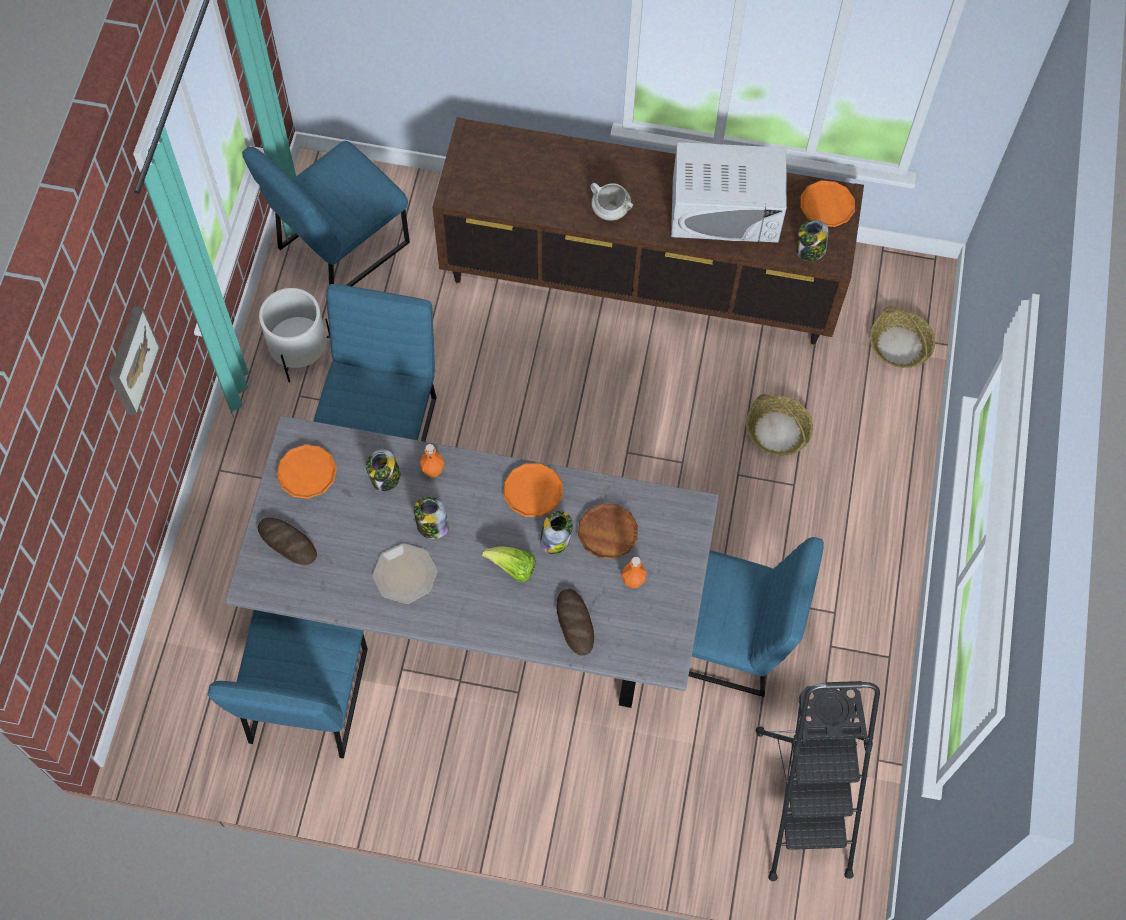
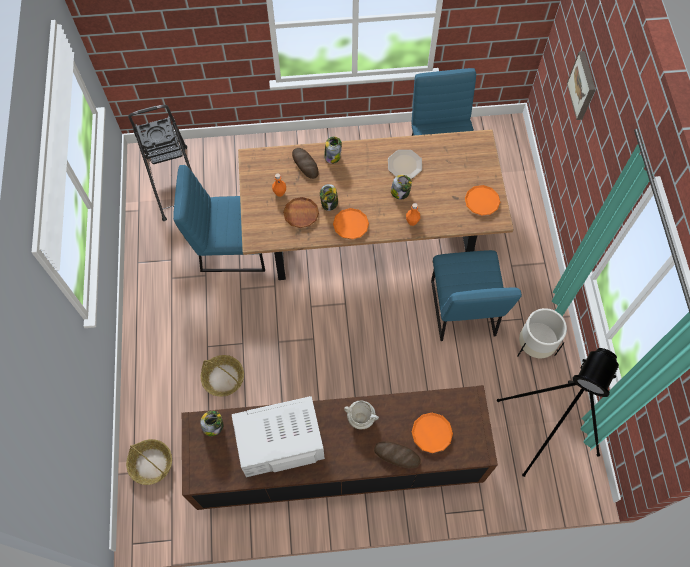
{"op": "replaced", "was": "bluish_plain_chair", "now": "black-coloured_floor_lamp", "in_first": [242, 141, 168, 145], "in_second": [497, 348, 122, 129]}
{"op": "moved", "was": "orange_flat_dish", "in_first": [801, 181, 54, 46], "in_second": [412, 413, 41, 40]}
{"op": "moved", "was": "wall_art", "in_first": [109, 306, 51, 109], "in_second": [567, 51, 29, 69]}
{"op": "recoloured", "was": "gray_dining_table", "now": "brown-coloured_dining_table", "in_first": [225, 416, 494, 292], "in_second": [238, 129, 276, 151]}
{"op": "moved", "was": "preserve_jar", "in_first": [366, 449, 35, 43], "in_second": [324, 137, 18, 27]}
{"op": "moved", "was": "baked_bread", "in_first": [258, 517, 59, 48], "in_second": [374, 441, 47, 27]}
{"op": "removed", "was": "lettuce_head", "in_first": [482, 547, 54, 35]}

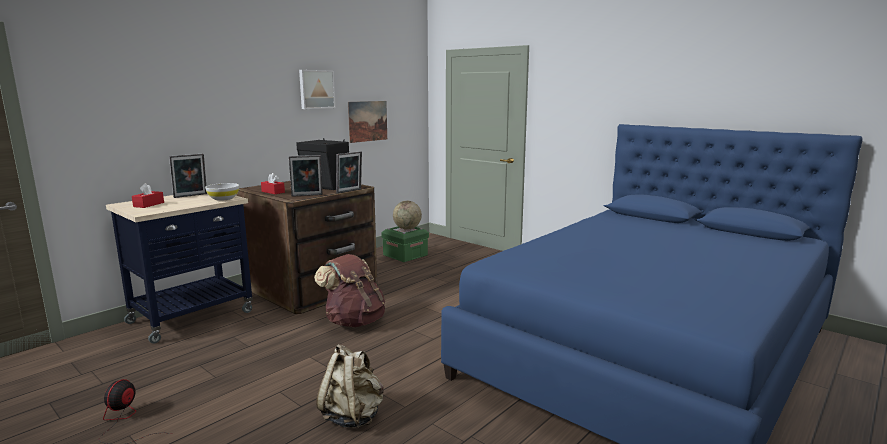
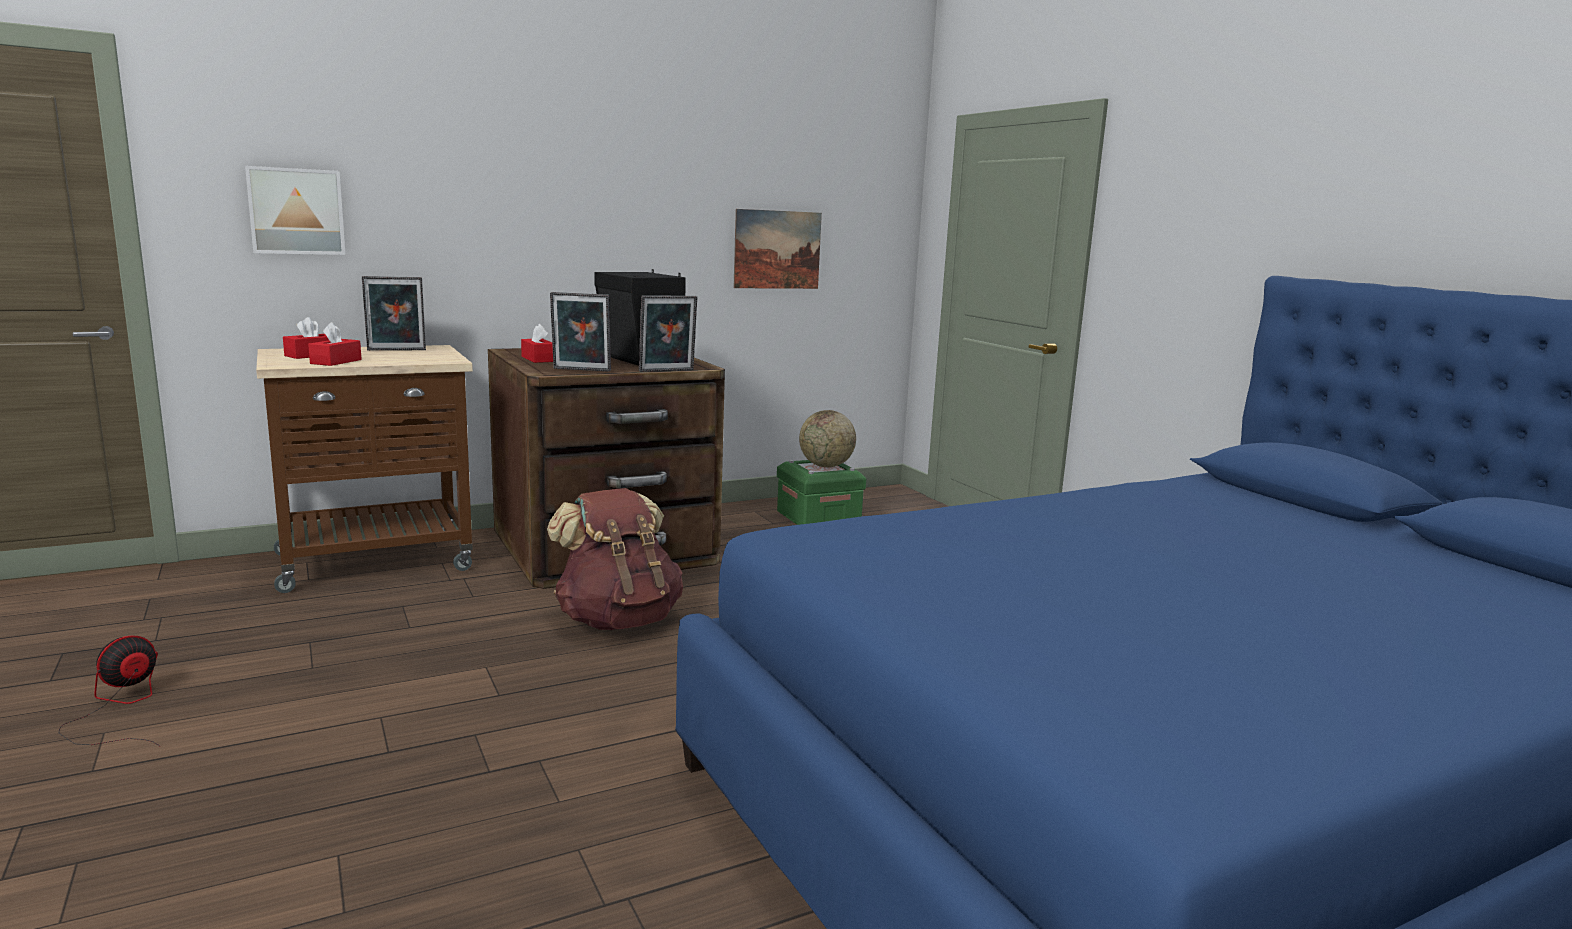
{"op": "moved", "was": "wall_art", "in_first": [299, 70, 36, 39], "in_second": [245, 166, 101, 89]}
{"op": "removed", "was": "whitish_bowl", "in_first": [205, 183, 34, 18]}
{"op": "recoloured", "was": "bluish_cart", "now": "brown-coloured_cart", "in_first": [106, 193, 147, 151], "in_second": [256, 345, 217, 248]}
{"op": "removed", "was": "beige_backpack", "in_first": [316, 344, 68, 84]}
{"op": "added", "now": "red-coloured_tissue_holder", "in_second": [308, 322, 54, 44]}

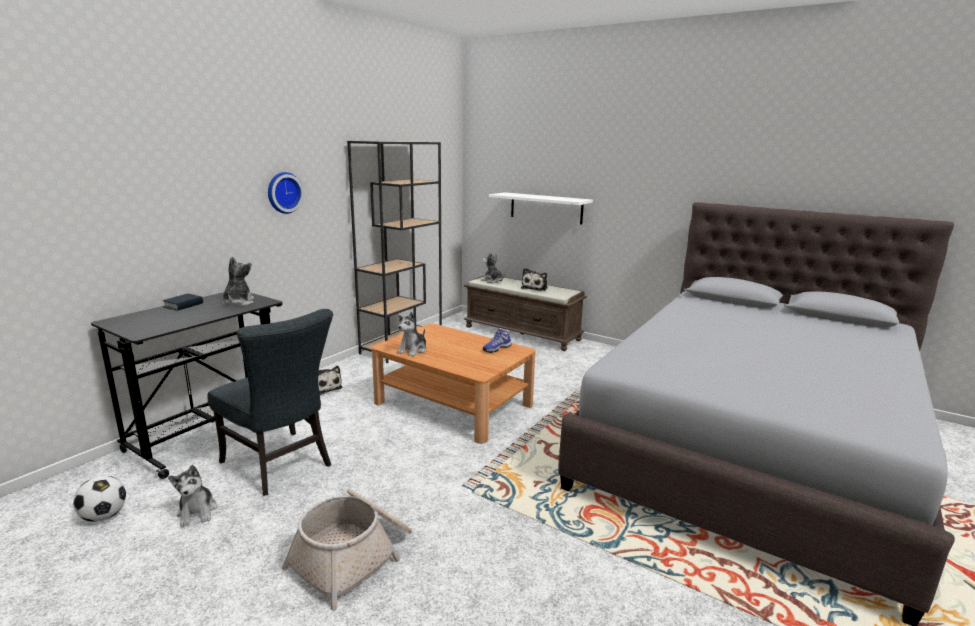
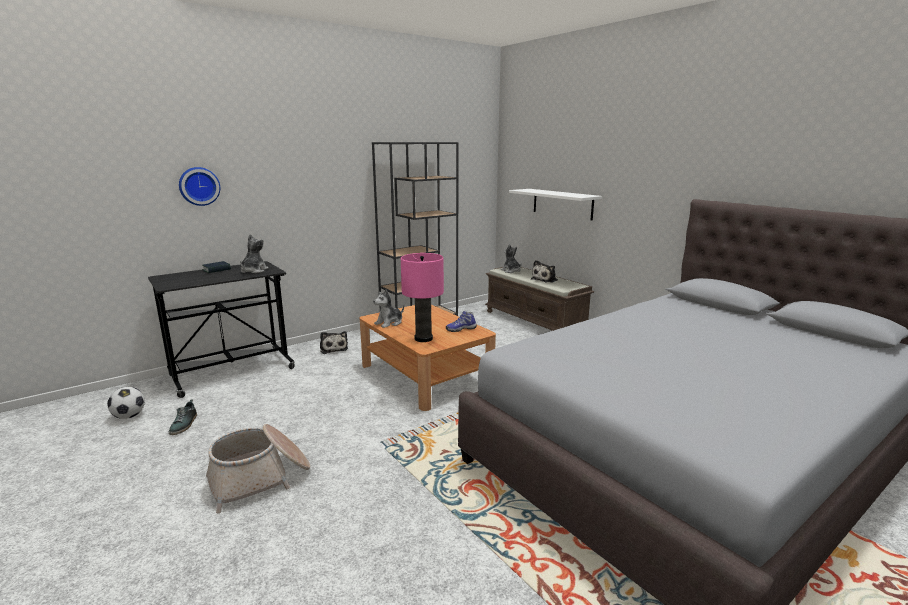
{"op": "moved", "was": "clock_on_the_wall", "in_first": [268, 172, 36, 42], "in_second": [179, 167, 41, 39]}
{"op": "removed", "was": "gray_plain_chair", "in_first": [207, 309, 127, 187]}
{"op": "replaced", "was": "cuddly_toy", "now": "item_of_footwear", "in_first": [168, 465, 49, 62], "in_second": [169, 399, 28, 36]}
{"op": "added", "now": "pinkish_tabletop_lamp", "in_second": [401, 253, 43, 89]}

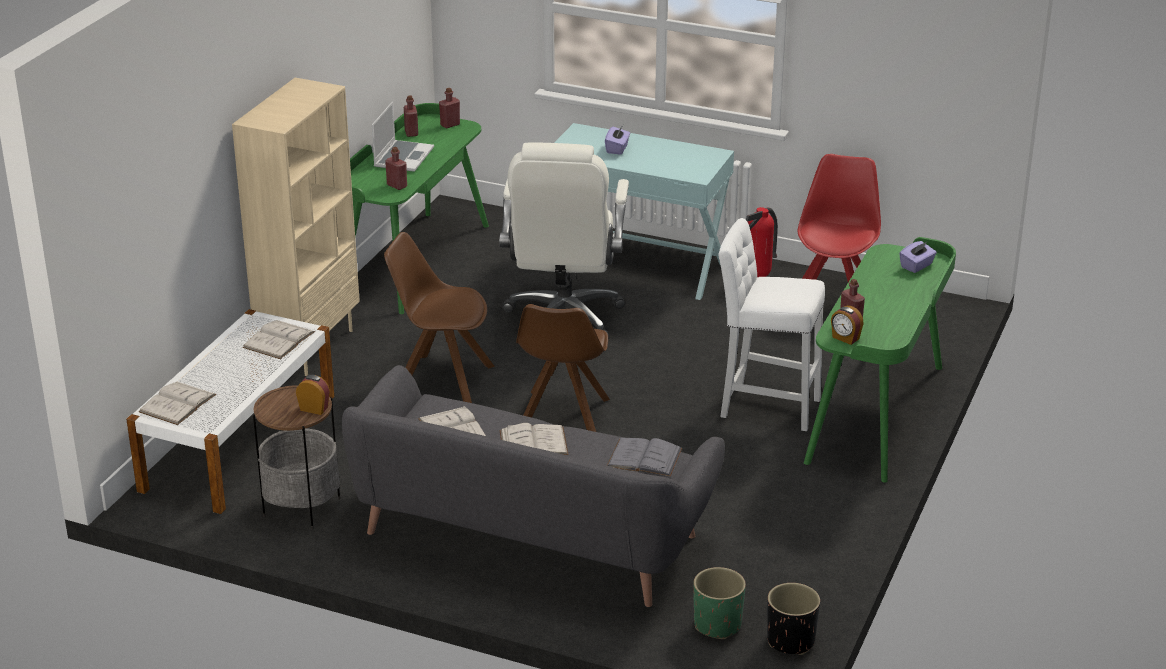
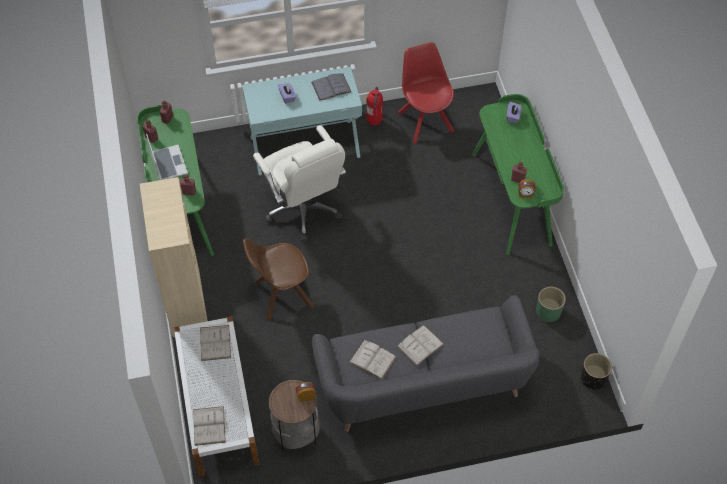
{"op": "removed", "was": "whitish_stool", "in_first": [719, 218, 106, 213]}
{"op": "removed", "was": "brown-coloured_plain_chair", "in_first": [516, 304, 94, 128]}
{"op": "moved", "was": "gray_volume", "in_first": [607, 437, 75, 40], "in_second": [311, 73, 40, 28]}
{"op": "moved", "was": "green_flower_pot", "in_first": [693, 567, 53, 72], "in_second": [536, 287, 30, 35]}

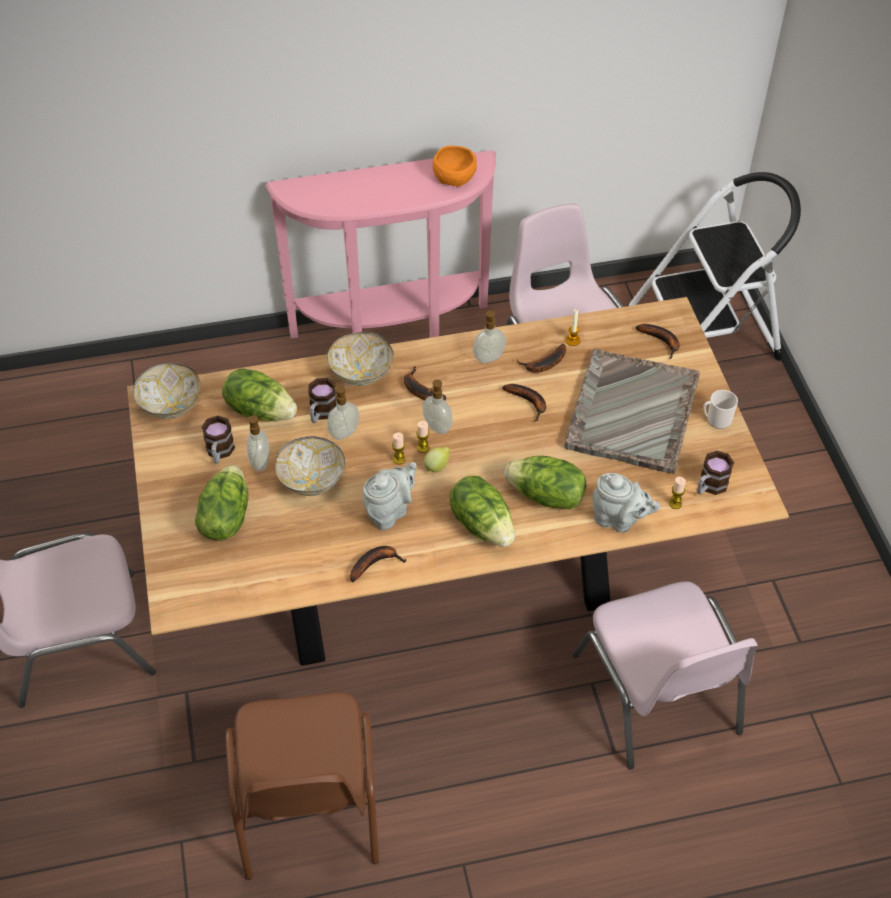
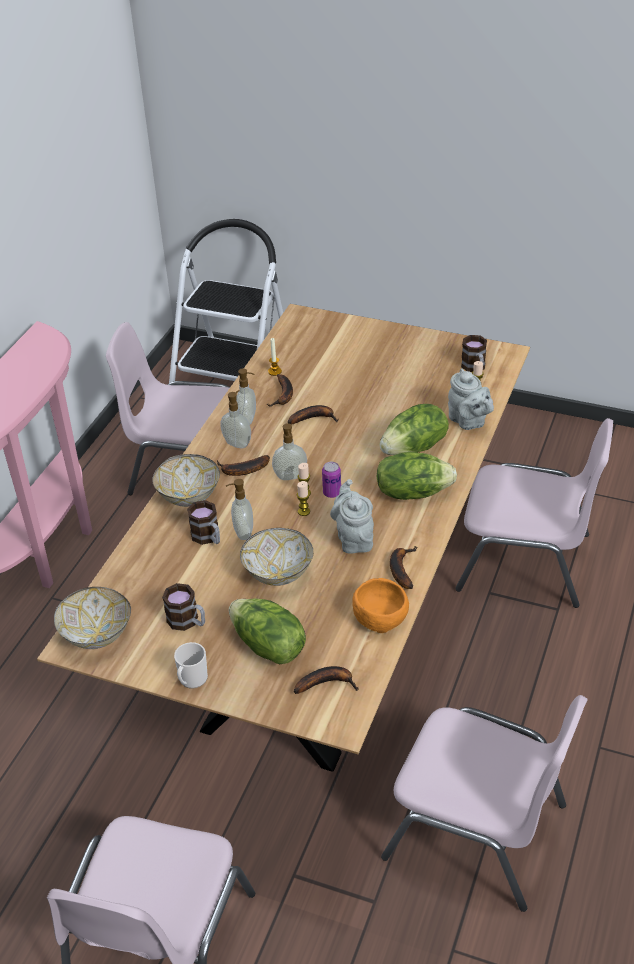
{"op": "moved", "was": "orange_bowl", "in_first": [433, 146, 44, 41], "in_second": [352, 578, 57, 55]}
{"op": "moved", "was": "whole_banana", "in_first": [636, 324, 44, 35], "in_second": [294, 666, 65, 28]}
{"op": "removed", "was": "gray_carrying_tray", "in_first": [565, 349, 135, 125]}
{"op": "removed", "was": "lettuce_head", "in_first": [222, 368, 75, 53]}
{"op": "moved", "was": "coffee_mug", "in_first": [703, 390, 35, 39], "in_second": [174, 642, 34, 47]}
{"op": "moved", "was": "liquid_soap_bottle", "in_first": [247, 415, 22, 56], "in_second": [221, 390, 30, 58]}
{"op": "replaced", "was": "lemon", "now": "can", "in_first": [424, 447, 26, 25], "in_second": [322, 462, 19, 36]}
{"op": "turned", "was": "gray_pot_for_tea", "in_first": [593, 473, 67, 59], "in_second": [448, 369, 46, 61], "clockwise": 90}
{"op": "recoloured", "was": "brown-coloured_plain_chair", "now": "pinkish_plain_chair", "in_first": [225, 692, 154, 188], "in_second": [381, 695, 207, 217]}

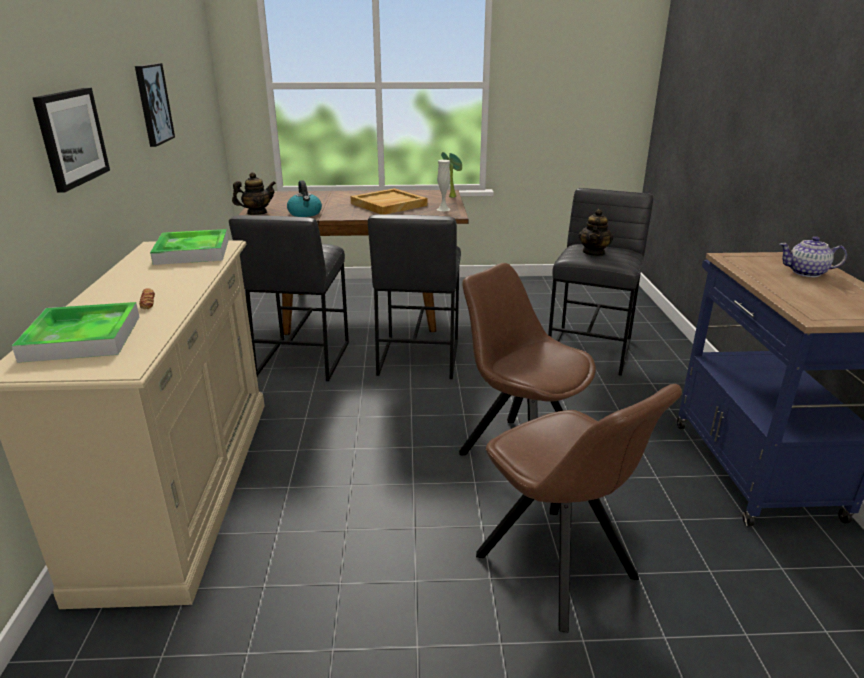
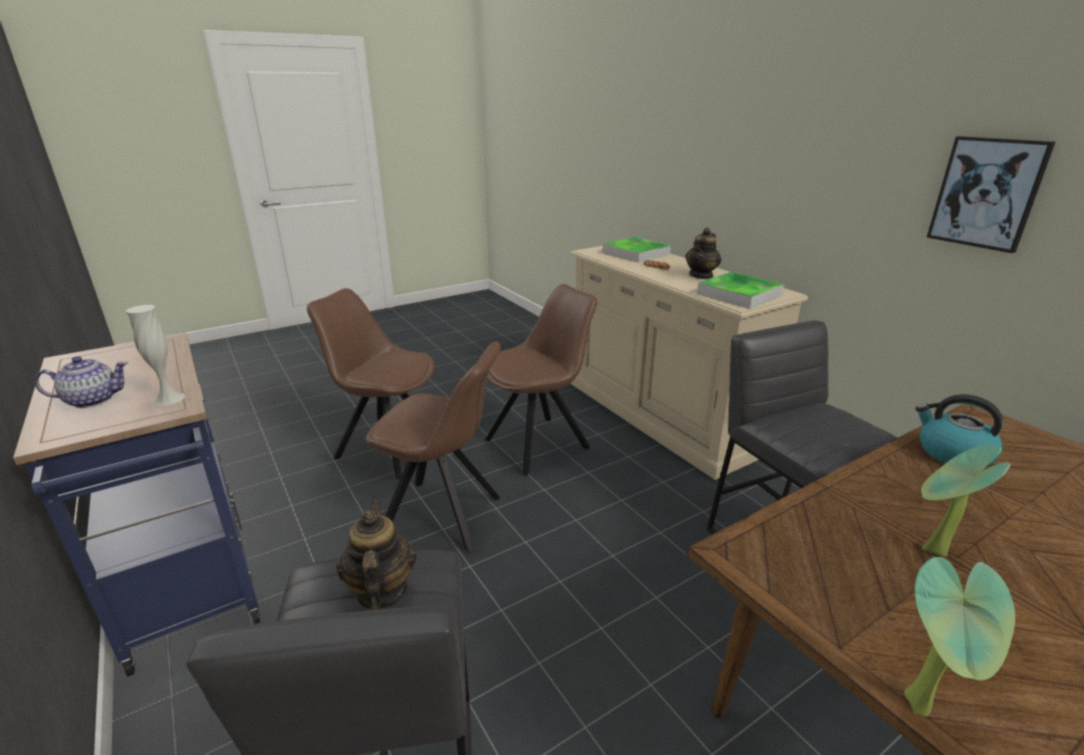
{"op": "removed", "was": "wall_art", "in_first": [33, 88, 77, 105]}
{"op": "moved", "was": "whitish_flower_vase", "in_first": [437, 160, 13, 51], "in_second": [125, 305, 60, 101]}
{"op": "moved", "was": "pot_for_tea", "in_first": [232, 172, 44, 43], "in_second": [685, 228, 36, 51]}
{"op": "replaced", "was": "beige_carrying_tray", "now": "houseplant", "in_first": [350, 188, 77, 26], "in_second": [921, 445, 89, 112]}
{"op": "removed", "was": "gray_stool", "in_first": [368, 214, 93, 165]}
{"op": "added", "now": "brown-coloured_plain_chair", "in_second": [485, 284, 112, 192]}

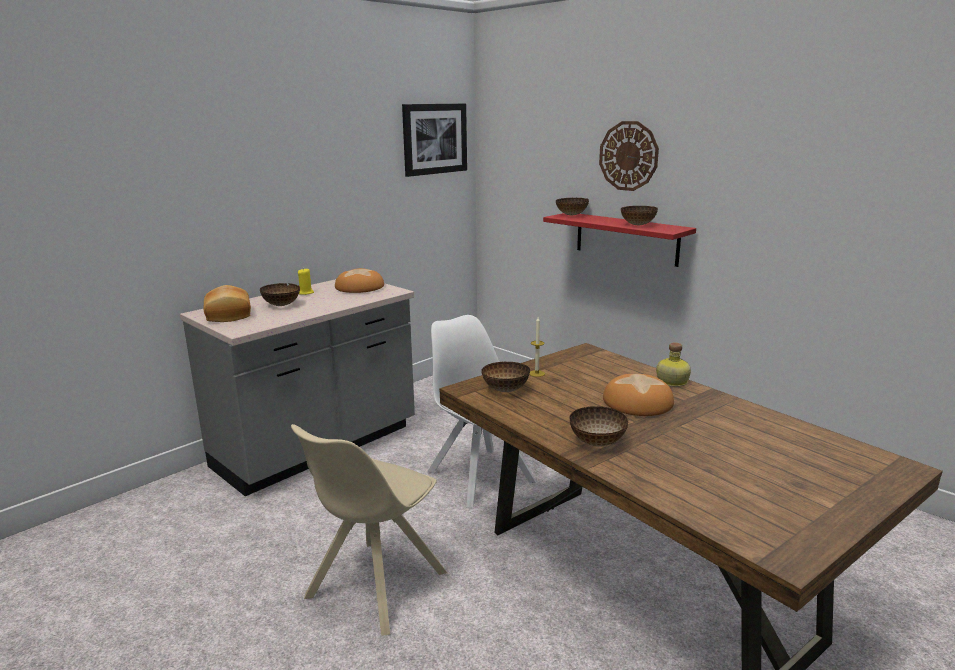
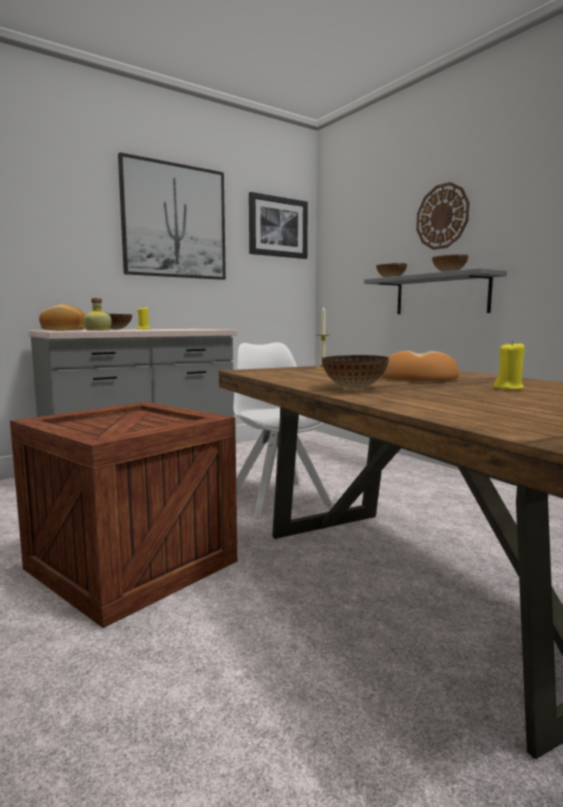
{"op": "recoloured", "was": "red-coloured_wall_shelf", "now": "gray_wall_shelf", "in_first": [543, 213, 153, 54], "in_second": [364, 268, 143, 46]}
{"op": "removed", "was": "baked_bread", "in_first": [335, 268, 49, 25]}
{"op": "moved", "was": "drink_bottle", "in_first": [656, 343, 35, 44], "in_second": [84, 298, 28, 33]}
{"op": "removed", "was": "bowl", "in_first": [481, 362, 49, 30]}
{"op": "replaced", "was": "beige_plain_chair", "now": "packing_crate", "in_first": [291, 424, 156, 212], "in_second": [10, 402, 227, 226]}
{"op": "added", "now": "wall_art", "in_second": [118, 152, 108, 128]}
{"op": "added", "now": "yellowish_wax_light", "in_second": [493, 341, 32, 49]}

